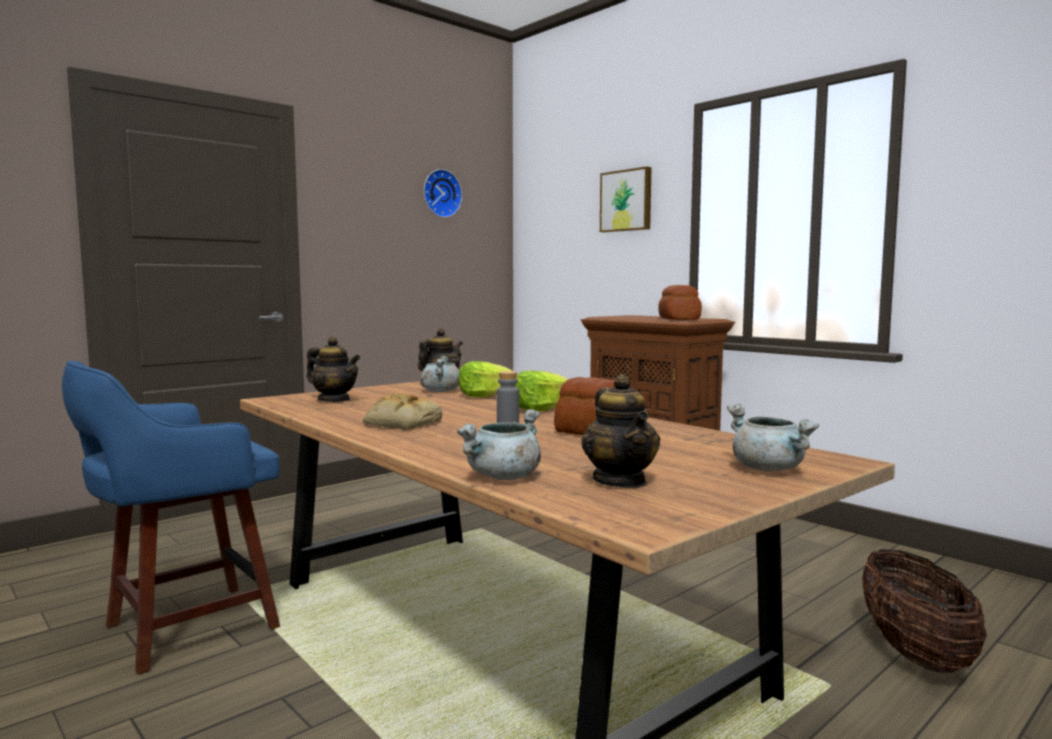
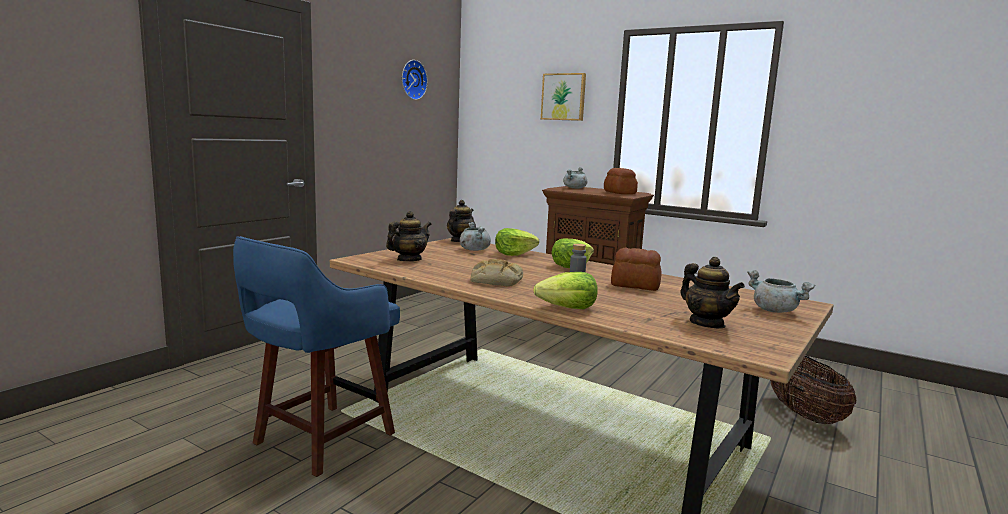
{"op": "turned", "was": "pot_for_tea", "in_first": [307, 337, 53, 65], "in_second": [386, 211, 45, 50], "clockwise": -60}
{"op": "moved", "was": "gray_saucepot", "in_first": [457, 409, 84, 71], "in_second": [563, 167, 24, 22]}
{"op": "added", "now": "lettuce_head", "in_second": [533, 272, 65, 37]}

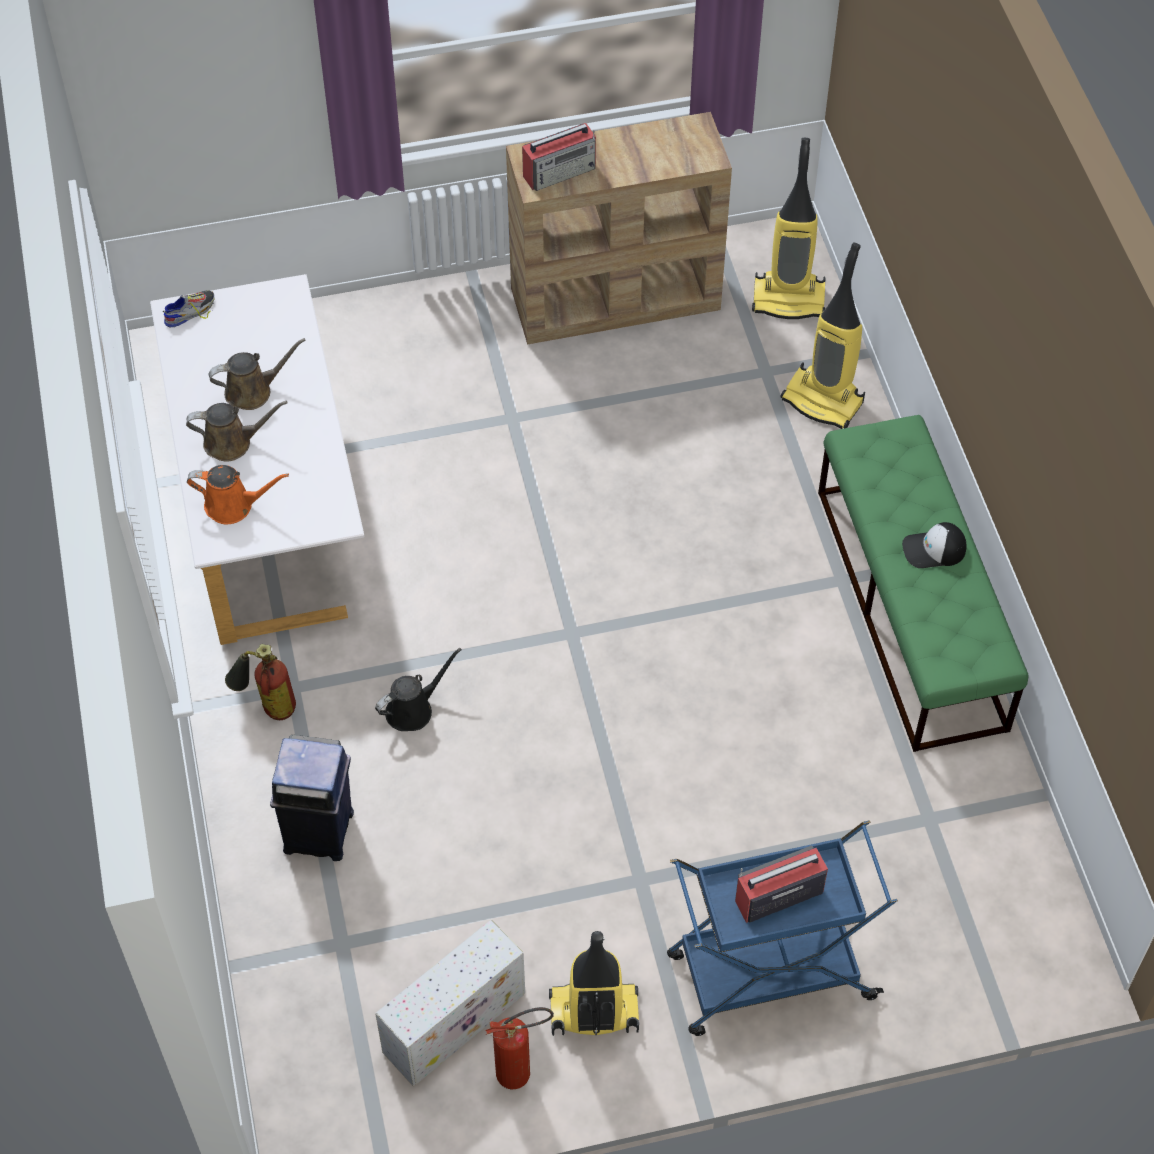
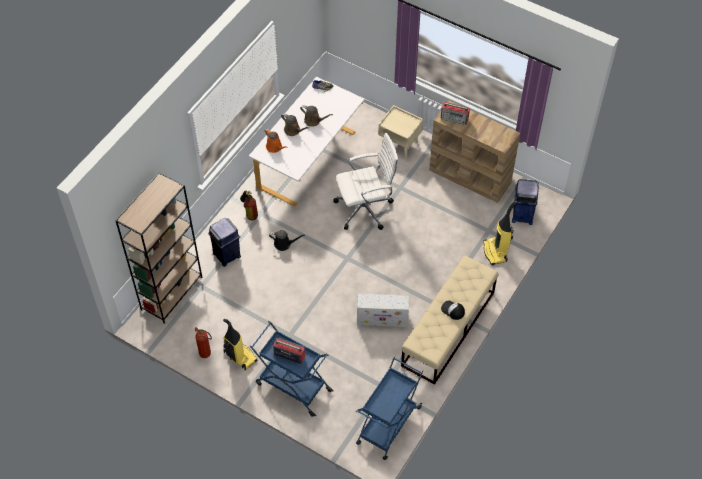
{"op": "replaced", "was": "vacuum_cleaner", "now": "bluish_waste_bin", "in_first": [752, 138, 74, 181], "in_second": [512, 179, 27, 46]}
{"op": "recoloured", "was": "green_indoor_bench", "now": "beige_indoor_bench", "in_first": [818, 415, 211, 337], "in_second": [401, 256, 97, 129]}
{"op": "moved", "was": "whitish_storage_box", "in_first": [375, 919, 150, 167], "in_second": [357, 294, 52, 33]}
{"op": "added", "now": "beige_nightstand", "in_second": [378, 105, 45, 53]}
{"op": "added", "now": "whitish_office_chair", "in_second": [333, 133, 66, 97]}
{"op": "added", "now": "beige_bookcase", "in_second": [116, 172, 86, 152]}
{"op": "added", "now": "bluish_cart", "in_second": [356, 356, 67, 104]}

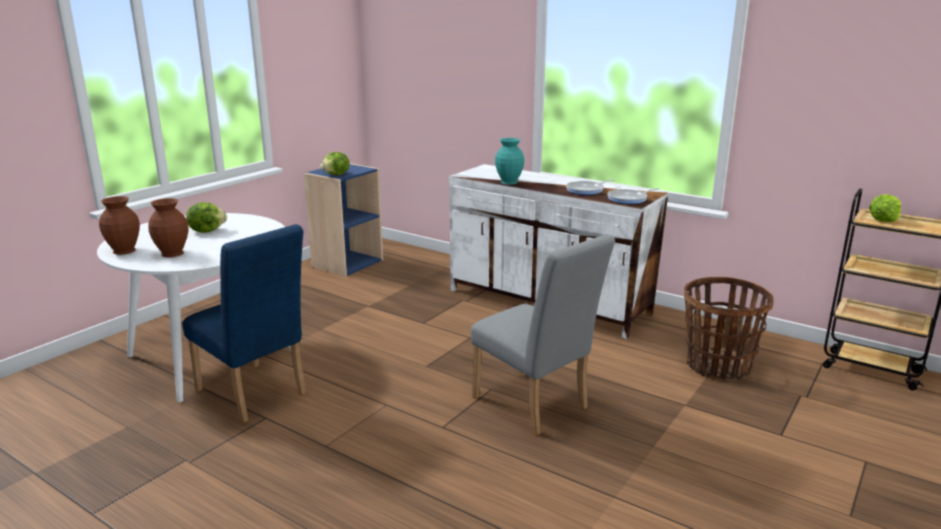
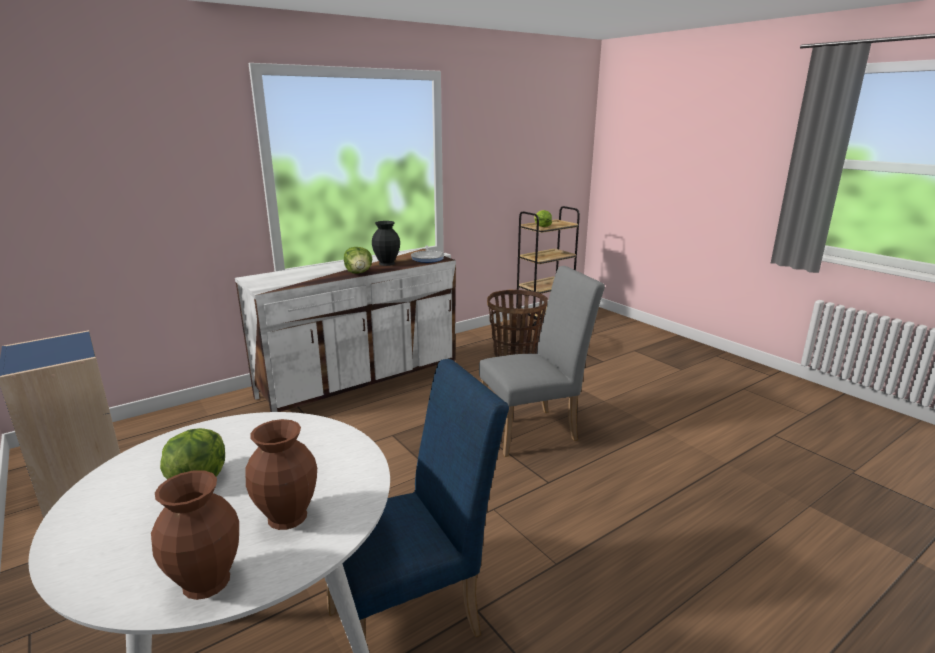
{"op": "removed", "was": "turquoise_flower_vase", "in_first": [495, 138, 29, 47]}
{"op": "moved", "was": "lettuce_head", "in_first": [320, 152, 30, 23], "in_second": [344, 247, 28, 27]}
{"op": "replaced", "was": "skillet", "now": "black-coloured_flower_vase", "in_first": [566, 179, 48, 16], "in_second": [372, 221, 28, 45]}

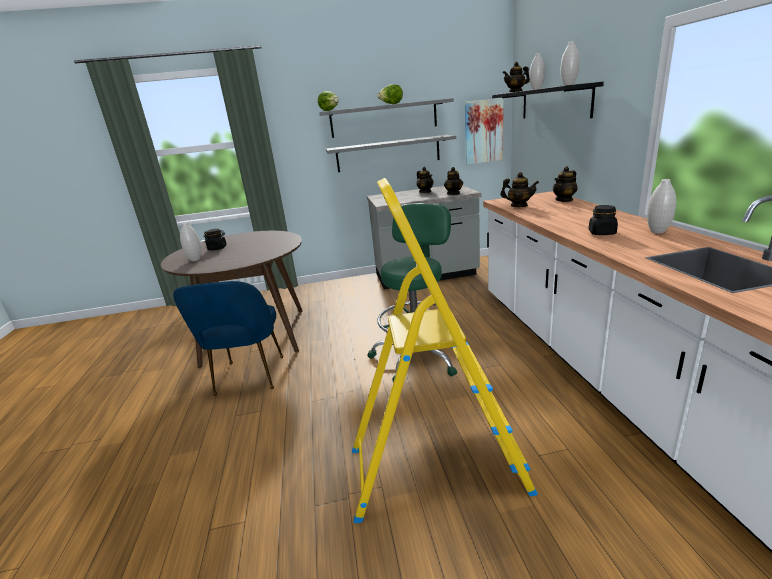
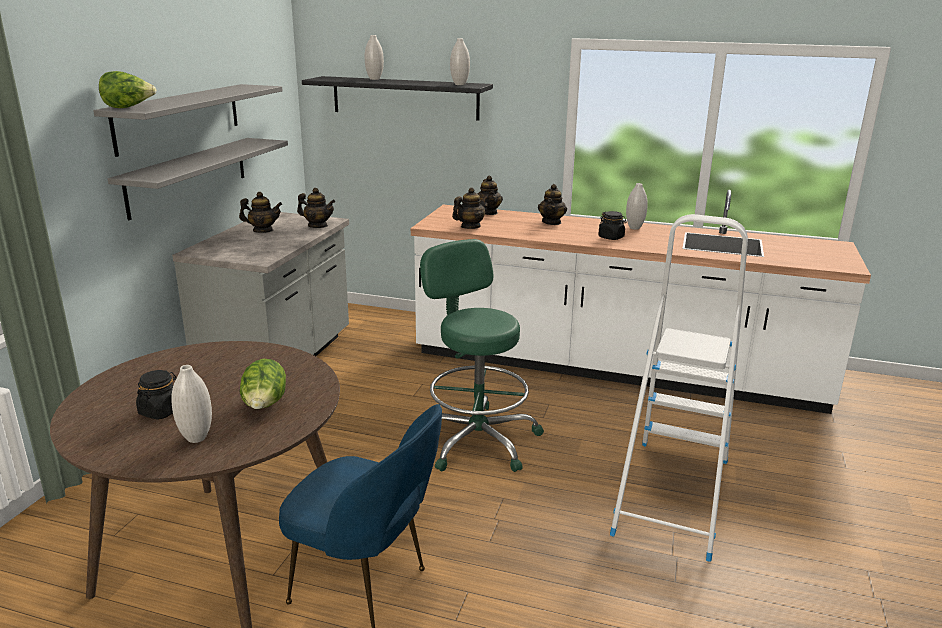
{"op": "moved", "was": "pot_for_tea", "in_first": [503, 62, 27, 30], "in_second": [538, 184, 29, 41]}
{"op": "moved", "was": "lettuce_head", "in_first": [377, 84, 26, 20], "in_second": [240, 359, 46, 50]}
{"op": "removed", "was": "wall_art", "in_first": [465, 98, 38, 67]}
{"op": "recoloured", "was": "yellowish_stepladder", "now": "whitish_stepladder", "in_first": [352, 178, 186, 345], "in_second": [610, 214, 138, 348]}

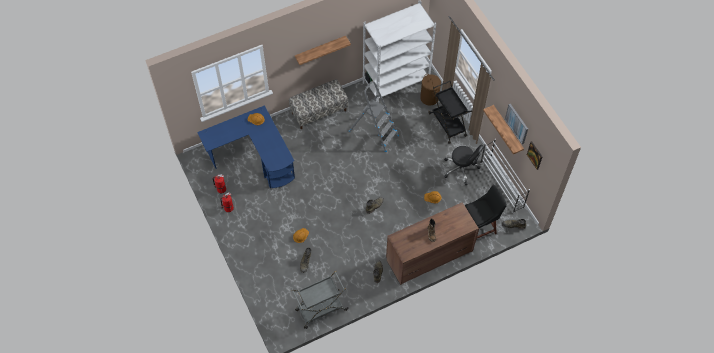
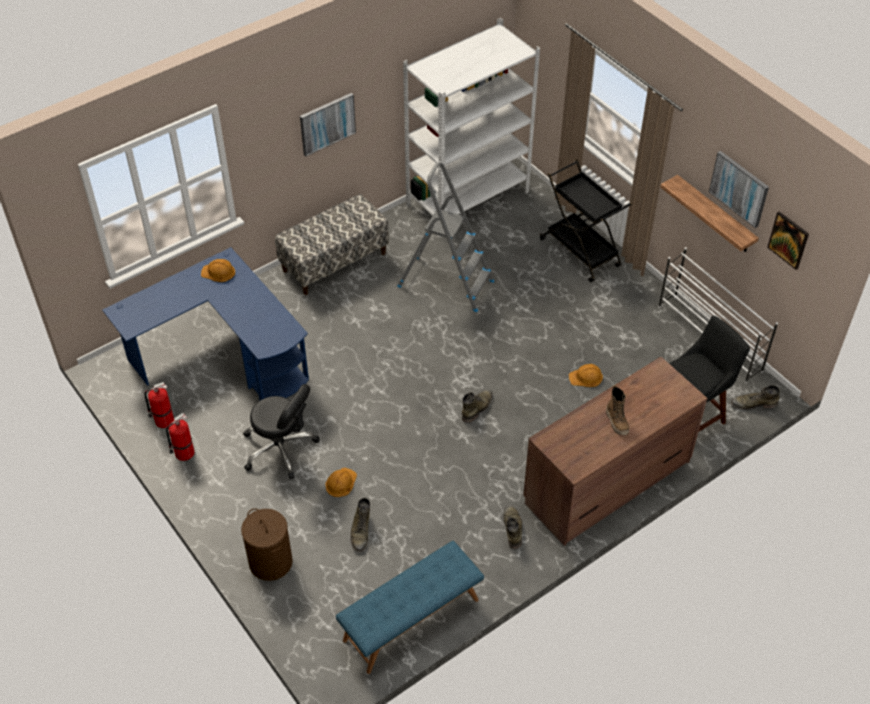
{"op": "replaced", "was": "wall_shelf", "now": "wall_art", "in_first": [295, 36, 56, 29], "in_second": [300, 93, 56, 63]}
{"op": "moved", "was": "brown-coloured_washing_basket", "in_first": [420, 74, 21, 31], "in_second": [241, 508, 52, 73]}
{"op": "moved", "was": "black-coloured_office_chair", "in_first": [444, 145, 40, 40], "in_second": [243, 384, 77, 95]}
{"op": "replaced", "was": "gray_cart", "now": "bluish_indoor_bench", "in_first": [291, 271, 58, 58], "in_second": [336, 541, 148, 133]}

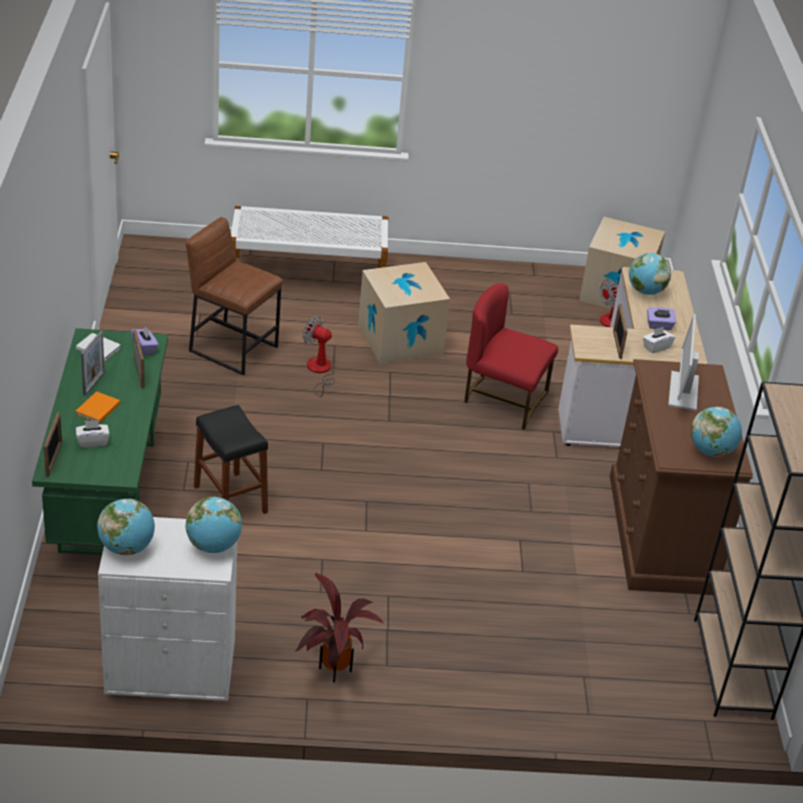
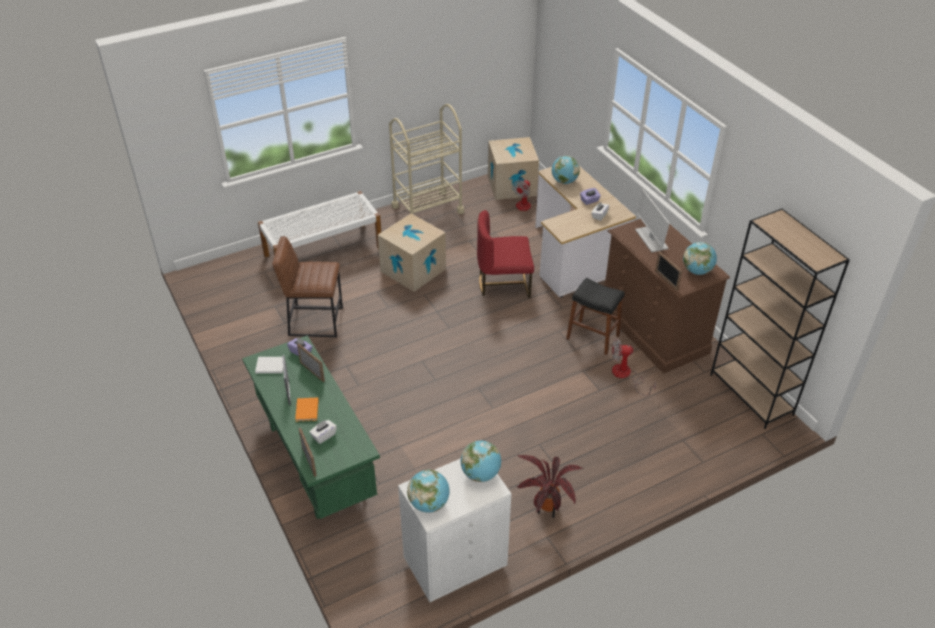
{"op": "moved", "was": "photo_frame", "in_first": [613, 304, 15, 55], "in_second": [655, 251, 27, 40]}
{"op": "moved", "was": "cooling_fan", "in_first": [303, 316, 32, 81], "in_second": [612, 338, 44, 58]}
{"op": "moved", "was": "black-coloured_stool", "in_first": [194, 405, 74, 109], "in_second": [566, 278, 59, 77]}
{"op": "added", "now": "beige_cart", "in_second": [389, 104, 75, 110]}

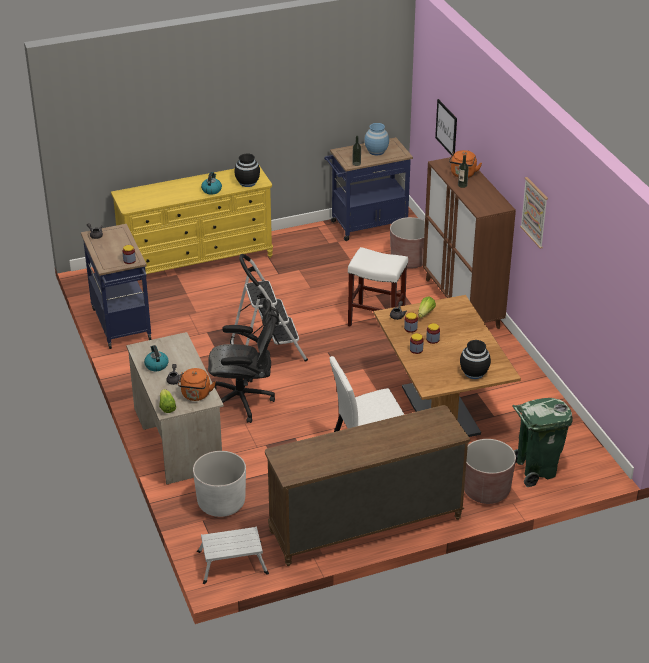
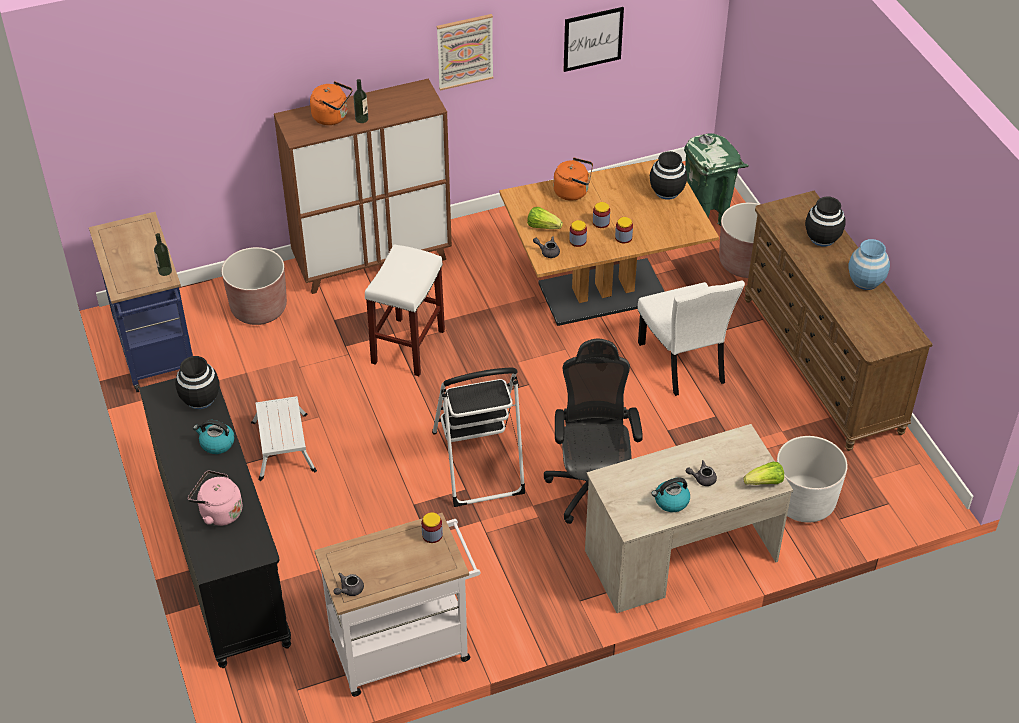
{"op": "moved", "was": "wall_art", "in_first": [435, 99, 22, 58], "in_second": [563, 7, 61, 65]}
{"op": "moved", "was": "bluish_flower_vase", "in_first": [365, 123, 24, 32], "in_second": [848, 239, 42, 51]}
{"op": "recoloured", "was": "yellowish_drawer_chest", "now": "black-coloured_drawer_chest", "in_first": [111, 165, 162, 109], "in_second": [139, 378, 152, 290]}
{"op": "recoloured", "was": "bluish_cart", "now": "whitish_cart", "in_first": [81, 224, 70, 125], "in_second": [314, 513, 167, 184]}
{"op": "moved", "was": "orange_water_kettle", "in_first": [178, 368, 38, 33], "in_second": [554, 158, 39, 43]}
{"op": "moved", "was": "whitish_stepladder", "in_first": [197, 526, 72, 58], "in_second": [251, 396, 66, 85]}
{"op": "added", "now": "black-coloured_flower_vase", "in_second": [805, 197, 41, 49]}
{"op": "added", "now": "pinkish_water_kettle", "in_second": [188, 470, 54, 56]}

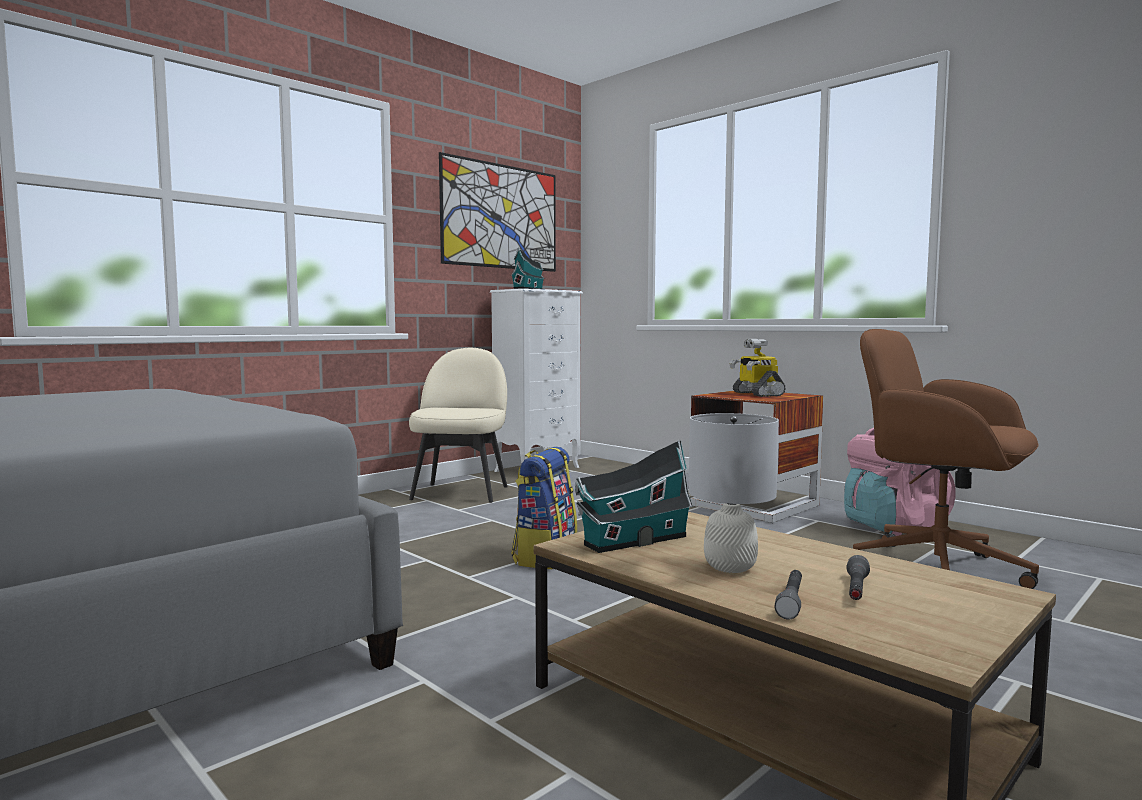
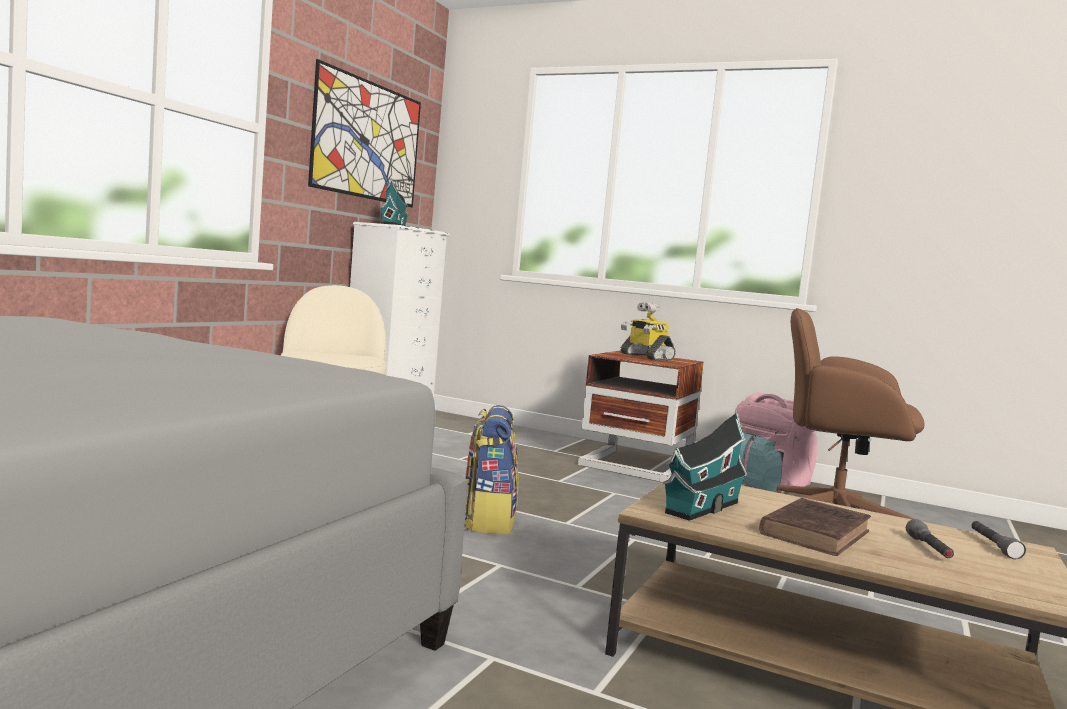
{"op": "replaced", "was": "gray_tabletop_lamp", "now": "brown-coloured_volume", "in_first": [689, 413, 90, 160], "in_second": [759, 498, 112, 58]}
{"op": "moved", "was": "gray_hand_torch", "in_first": [775, 570, 27, 50], "in_second": [971, 521, 55, 38]}

